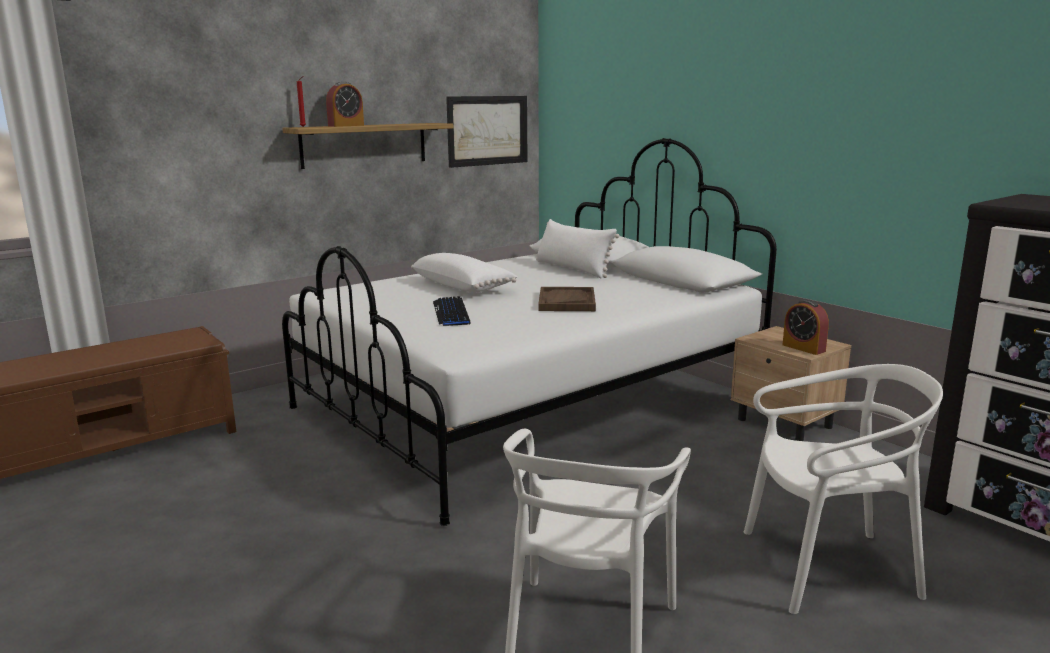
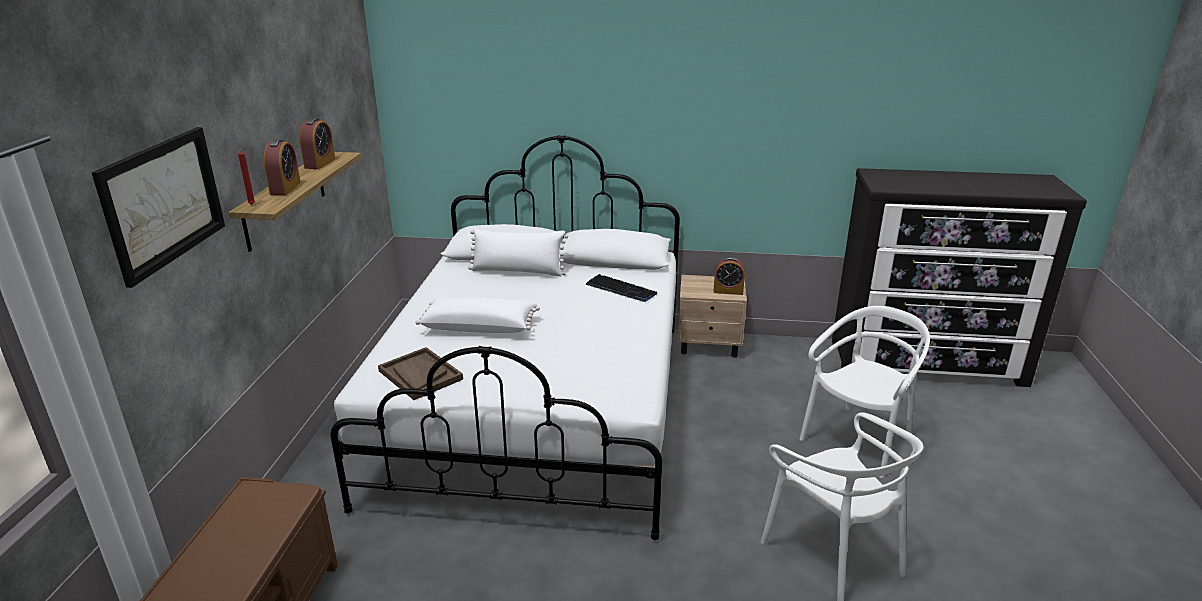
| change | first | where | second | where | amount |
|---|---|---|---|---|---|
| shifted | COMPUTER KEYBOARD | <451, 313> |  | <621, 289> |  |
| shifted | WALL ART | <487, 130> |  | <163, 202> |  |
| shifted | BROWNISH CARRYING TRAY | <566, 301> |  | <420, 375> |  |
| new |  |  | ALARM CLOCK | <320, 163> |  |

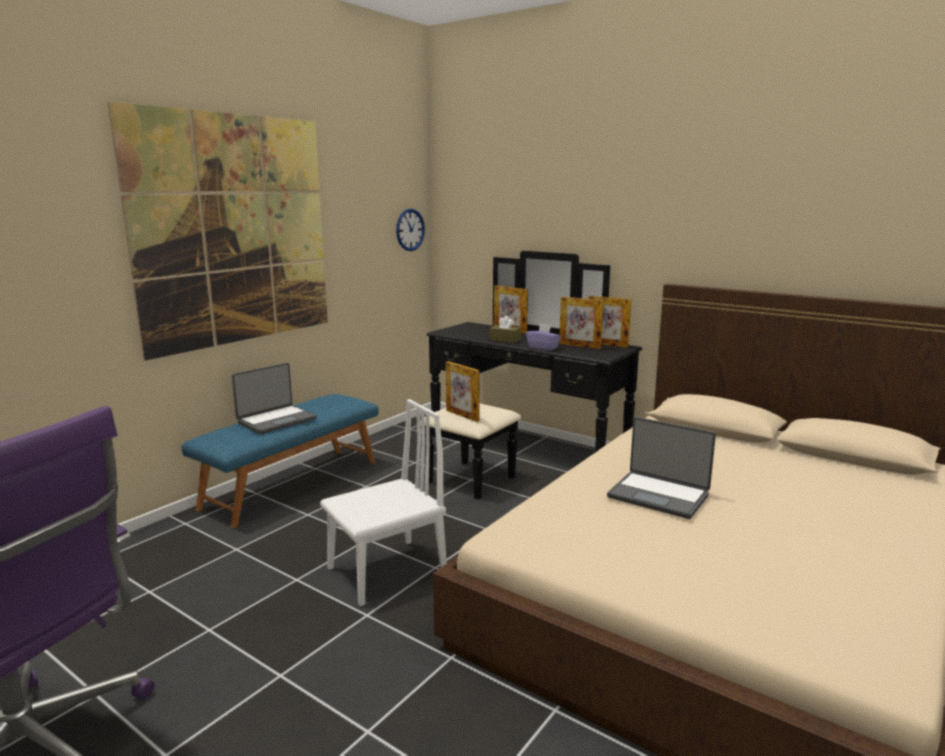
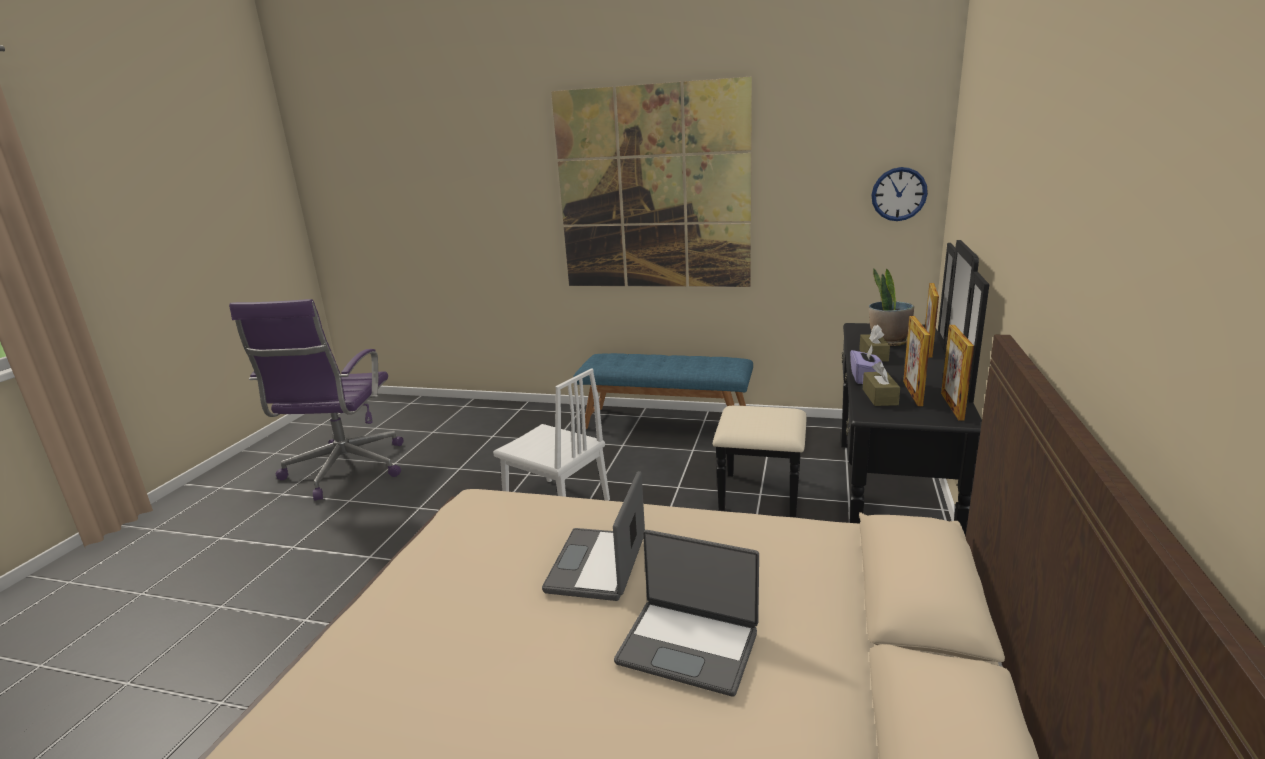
| change | first | where | second | where | amount |
|---|---|---|---|---|---|
| shifted | LAPTOP | <276, 420> |  | <689, 645> |  |
| gone | STANDING FRAME | <462, 415> |  |  |  |
| new |  |  | BROWNISH BOX OF TISSUES | <880, 397> |  |
| new |  |  | PLANT IN A POT | <888, 342> |  |

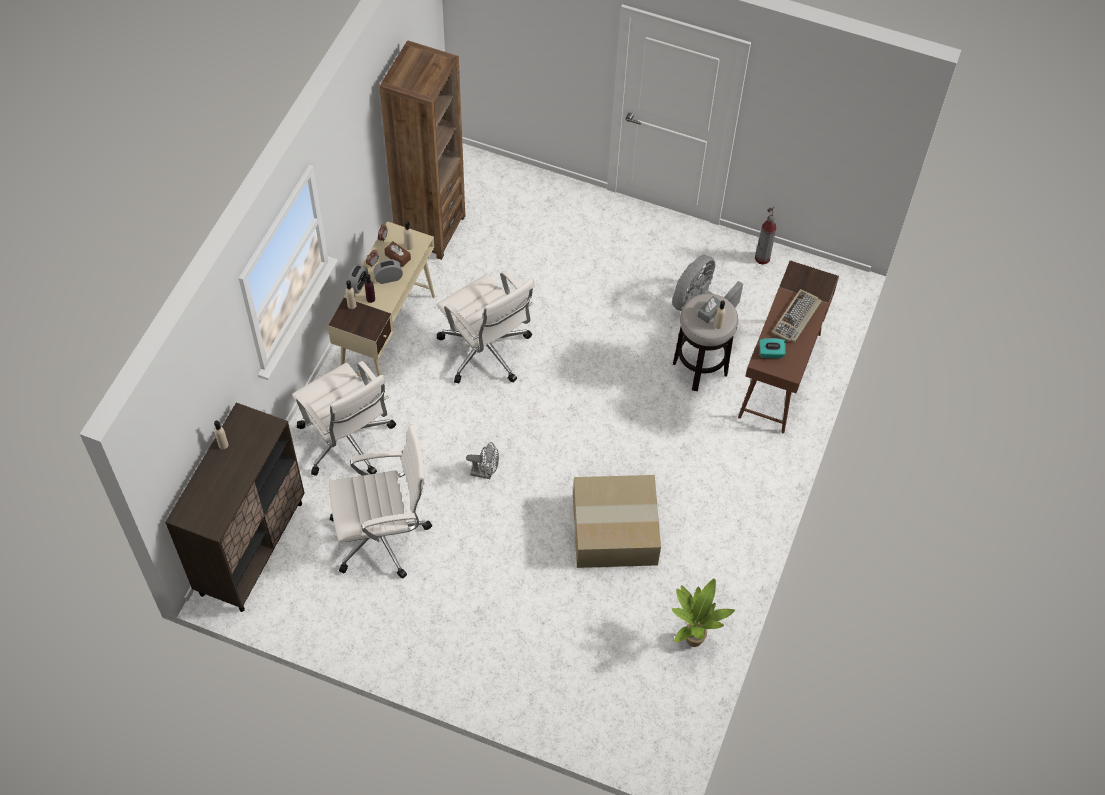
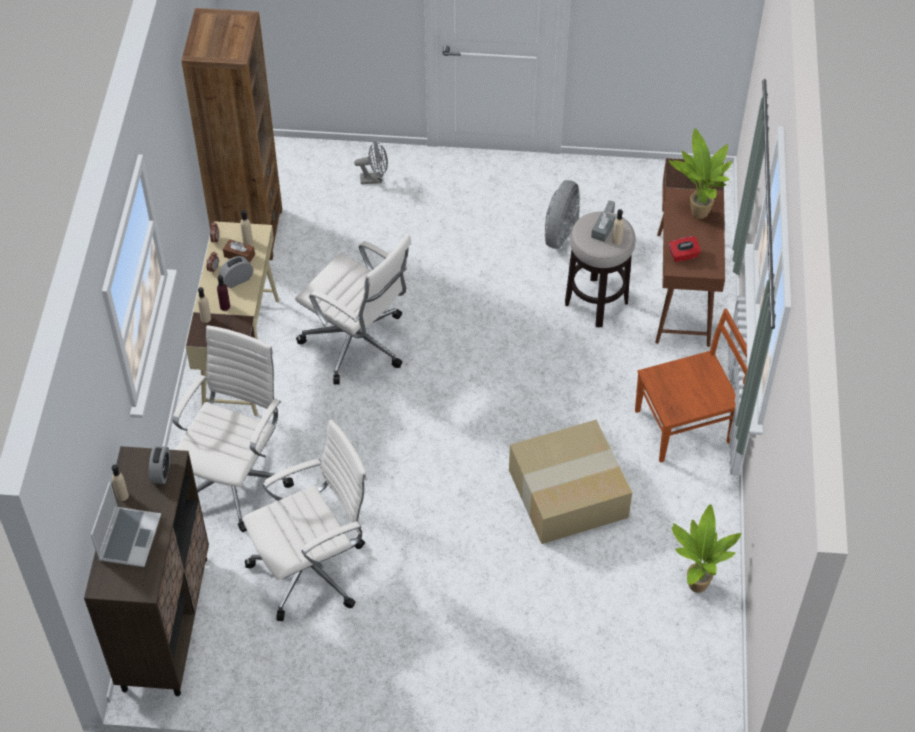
| change | first | where | second | where | amount |
|---|---|---|---|---|---|
| rotated | WHITE-COLOURED DESK CHAIR | <347, 442> |  | <235, 479> | 105 degrees counterclockwise |
| shifted | ALARM CLOCK | <358, 285> |  | <161, 473> |  |
| shifted | GREY ELECTRIC FAN | <485, 473> |  | <374, 179> |  |
| gone | EXTINGUISHER | <762, 258> |  |  |  |
| repainted | TURQUOISE-COLOURED BOX OF TISSUES | <771, 353> | RED-COLOURED BOX OF TISSUES | <683, 255> |  |
| swapped | COMPUTER KEYBOARD | <796, 318> | PLANT IN A POT | <696, 213> |  |
| new |  |  | LAPTOP | <129, 537> |  |
| new |  |  | BROWNISH CHAIR | <685, 425> |  |

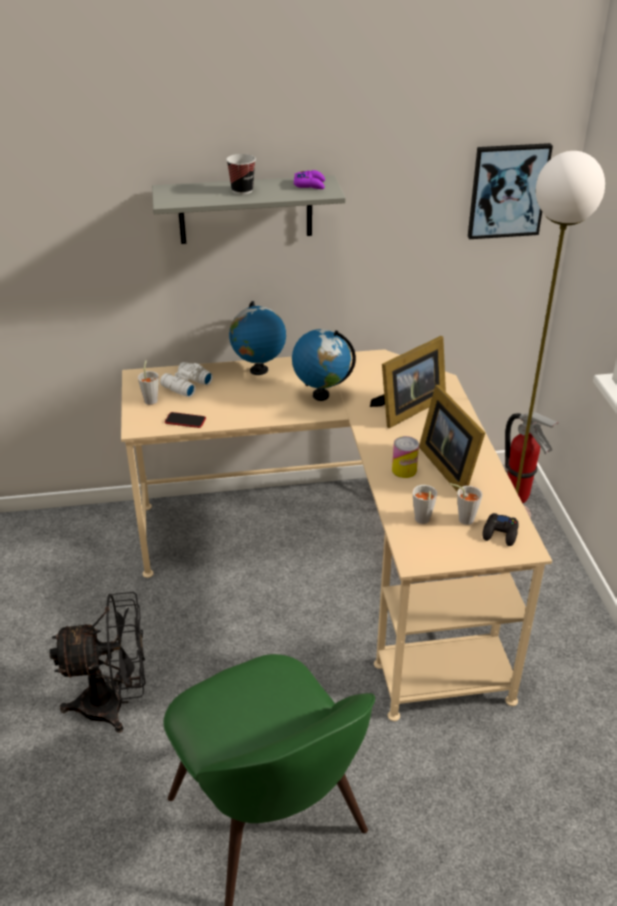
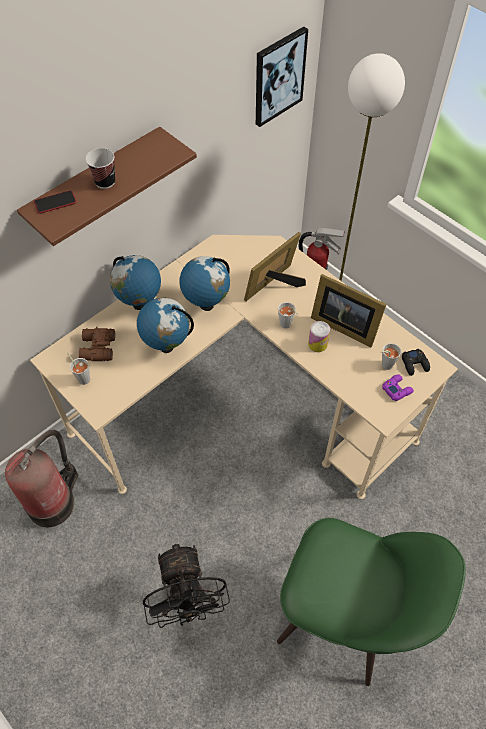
| change | first | where | second | where | amount |
|---|---|---|---|---|---|
| rotated | BLACKISH ELECTRIC FAN | <114, 704> |  | <188, 603> | 120 degrees clockwise |
| repainted | GREY BRACKET SHELF | <245, 210> | BROWNISH BRACKET SHELF | <96, 188> |  |
| repainted | WHITE-COLOURED BINOCULARS | <185, 385> | BROWNISH BINOCULARS | <97, 349> |  |
| shifted | TELEPHONE | <185, 421> |  | <55, 202> |  |
| shifted | PURPLE-COLOURED JOYPAD | <310, 185> |  | <397, 389> |  |
| rotated | STANDING FRAME | <407, 409> |  | <275, 286> | 150 degrees counterclockwise |
| shifted | GREY SMALL CUP | <422, 521> |  | <286, 325> |  |
| new |  |  | EXTINGUISHER | <54, 501> |  |
| new |  |  | WORLD GLOBE | <167, 345> |  |

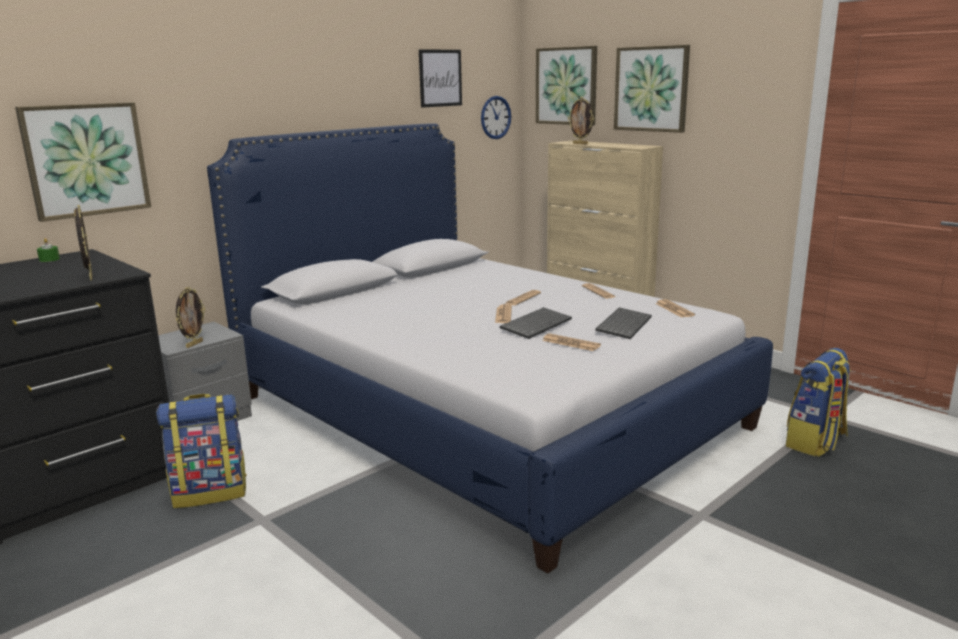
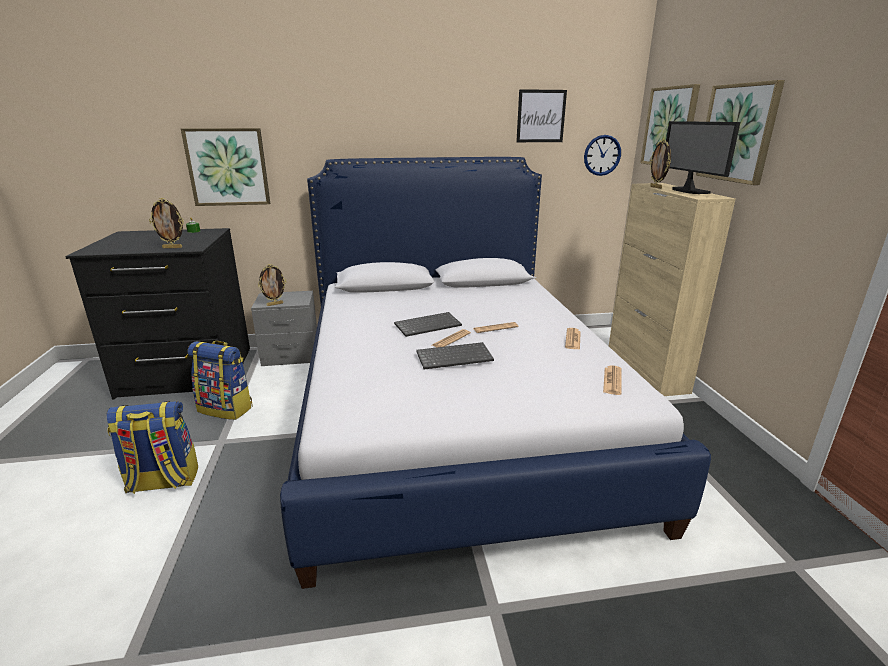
| change | first | where | second | where | amount |
|---|---|---|---|---|---|
| rotated | STANDING FRAME | <90, 277> |  | <172, 247> | 75 degrees clockwise |
| gone | DAILY PAPER | <571, 343> |  |  |  |
| shifted | COMPUTER KEYBOARD | <623, 324> |  | <428, 325> |  |
| shifted | RUCKSACK | <815, 442> |  | <162, 482> |  |
| new |  |  | COMPUTER SCREEN | <688, 191> |  |

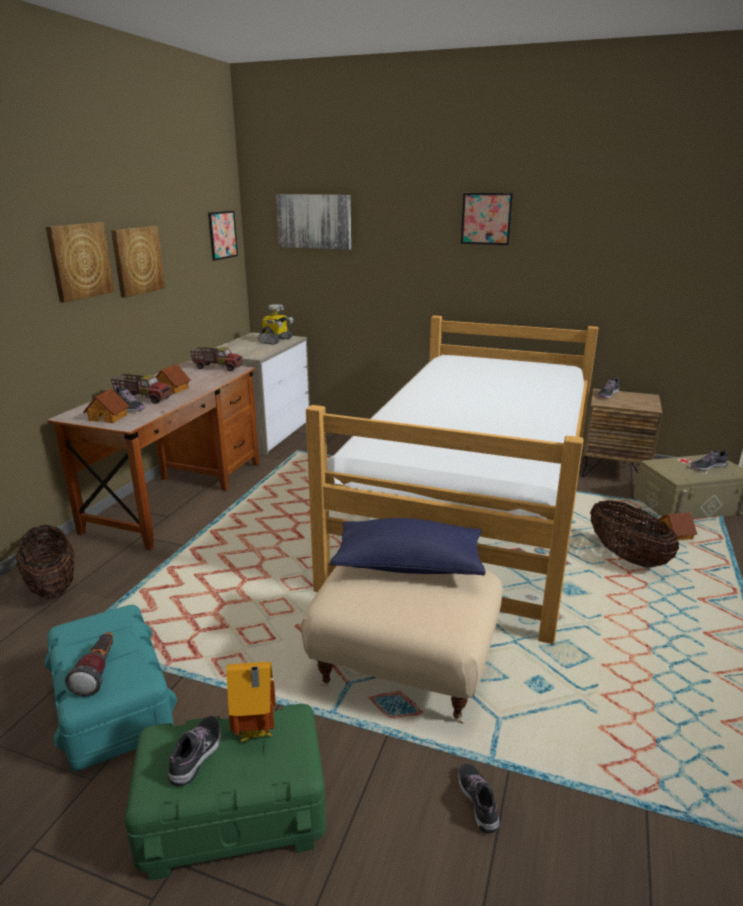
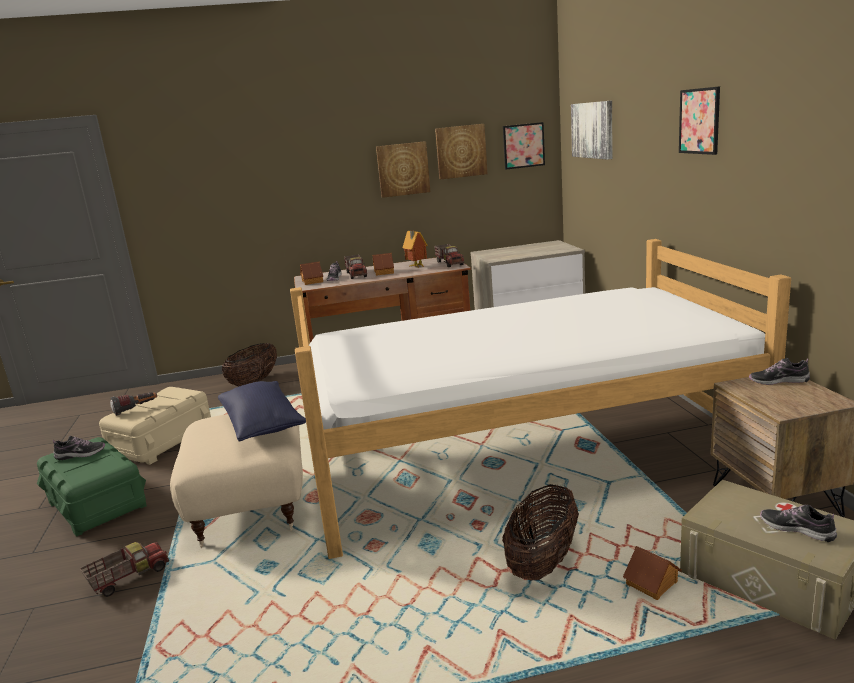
| change | first | where | second | where | amount |
|---|---|---|---|---|---|
| repainted | TURQUOISE-COLOURED STORAGE BOX | <112, 707> | SAND-COLOURED STORAGE BOX | <162, 442> |  |
| shifted | WALL ART | <79, 261> |  | <461, 151> |  |
| shifted | TOY HOUSE | <255, 734> |  | <416, 267> |  |
| gone | MODEL ROBOT | <276, 340> |  |  |  |
| swapped | LOW SHOE | <478, 801> | TOY TRUCK | <128, 578> |  |

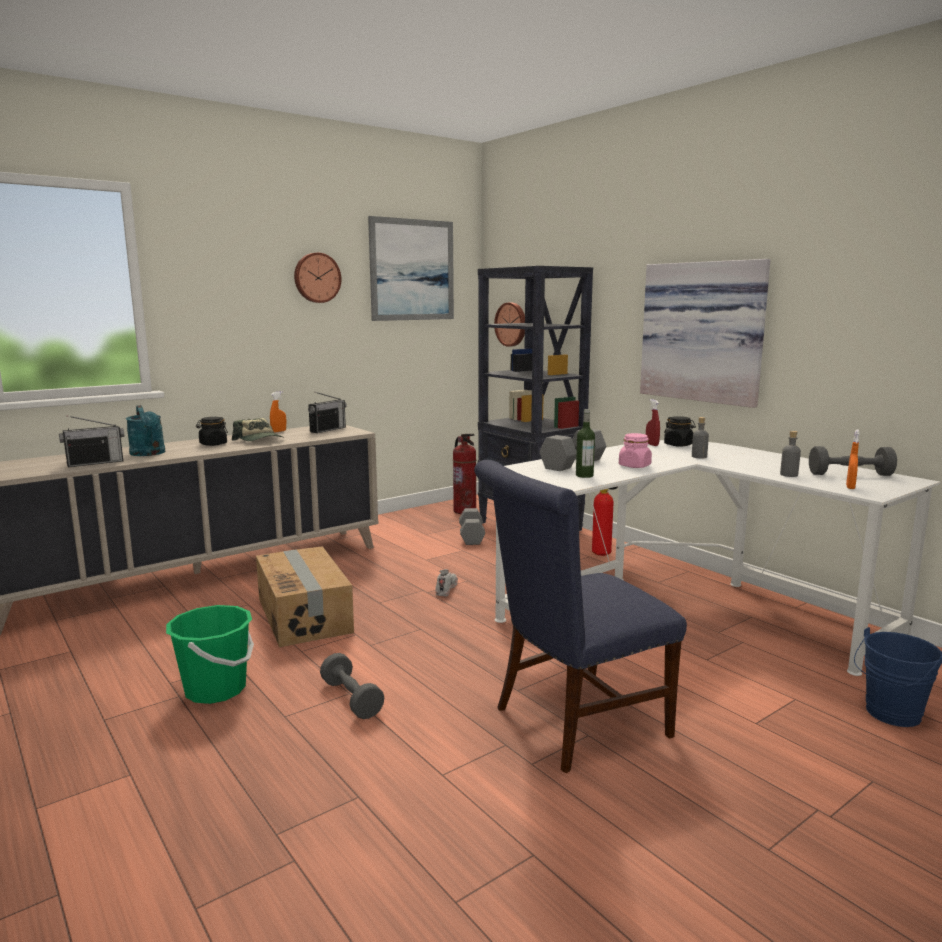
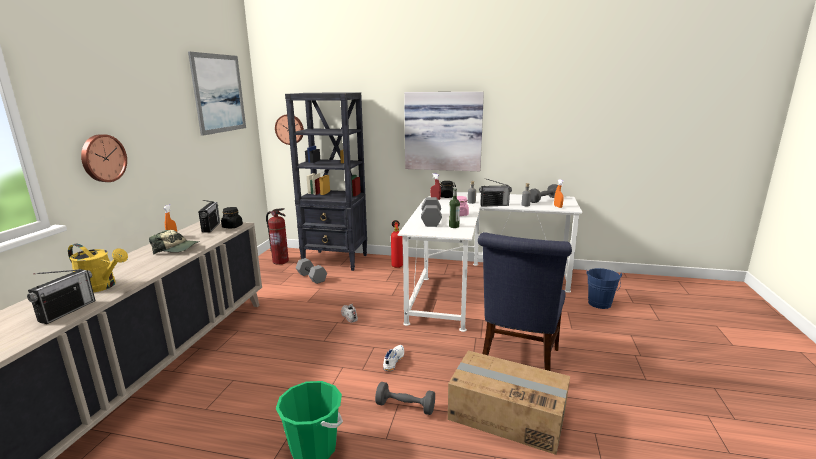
| change | first | where | second | where | amount |
|---|---|---|---|---|---|
| repainted | TURQUOISE-COLOURED WATERING POT | <149, 454> | YELLOWISH WATERING POT | <102, 286> |  |
| shifted | BLACKISH JAR | <213, 444> |  | <232, 226> |  |
| shifted | CARTON | <305, 615> |  | <507, 414> |  |
| shifted | CLOCK ON THE WALL | <316, 278> |  | <102, 158> |  |
| new |  |  | WHITE-COLOURED LOW SHOE | <393, 361> |  |
| new |  |  | RADIO RECEIVER | <494, 205> |  |

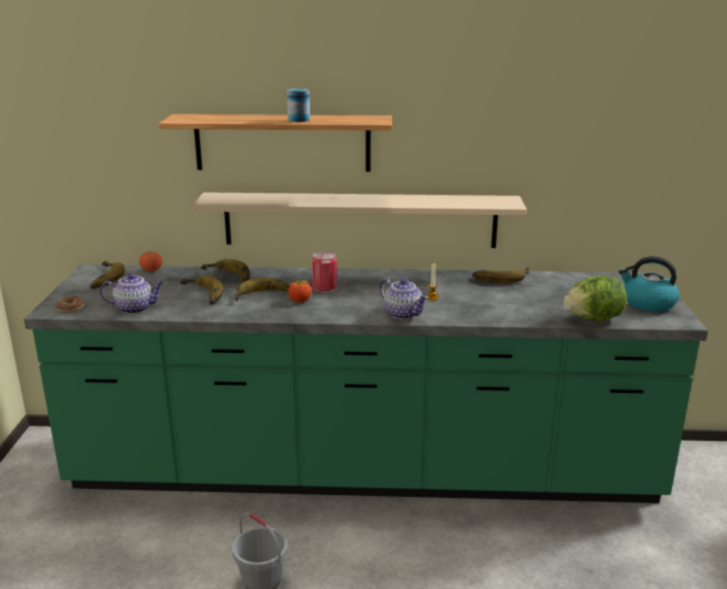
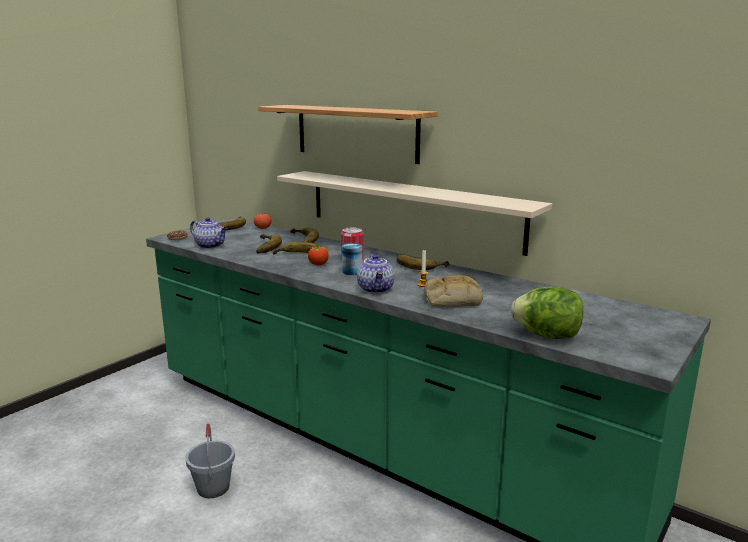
| change | first | where | second | where | amount |
|---|---|---|---|---|---|
| shifted | SEALED CAN | <298, 120> |  | <352, 272> |  |
| shifted | BANANA | <500, 277> |  | <420, 265> |  |
| gone | WATER KETTLE | <648, 303> |  |  |  |
| new |  |  | BREAD | <451, 299> |  |

